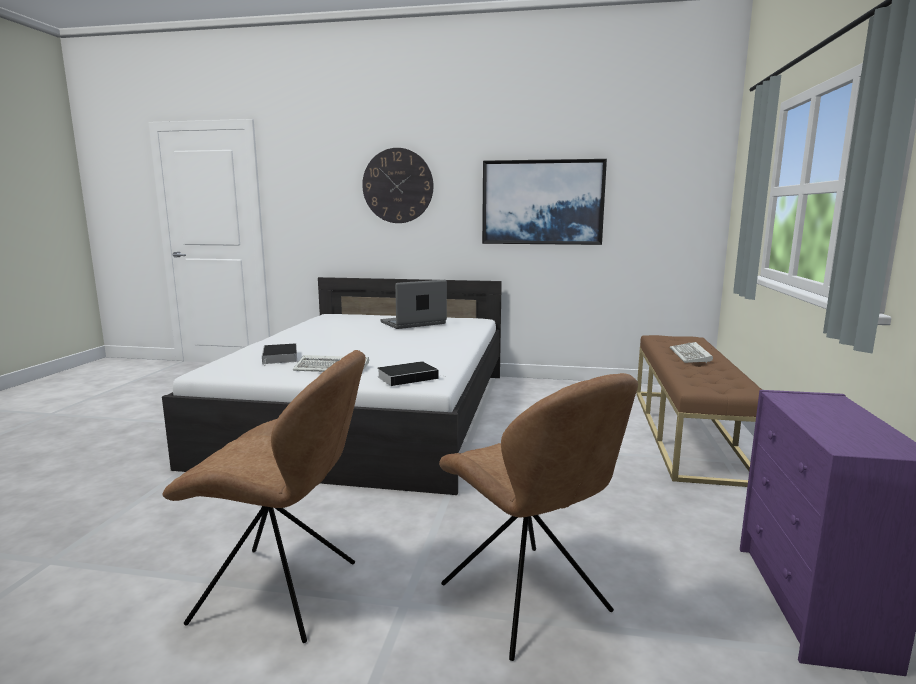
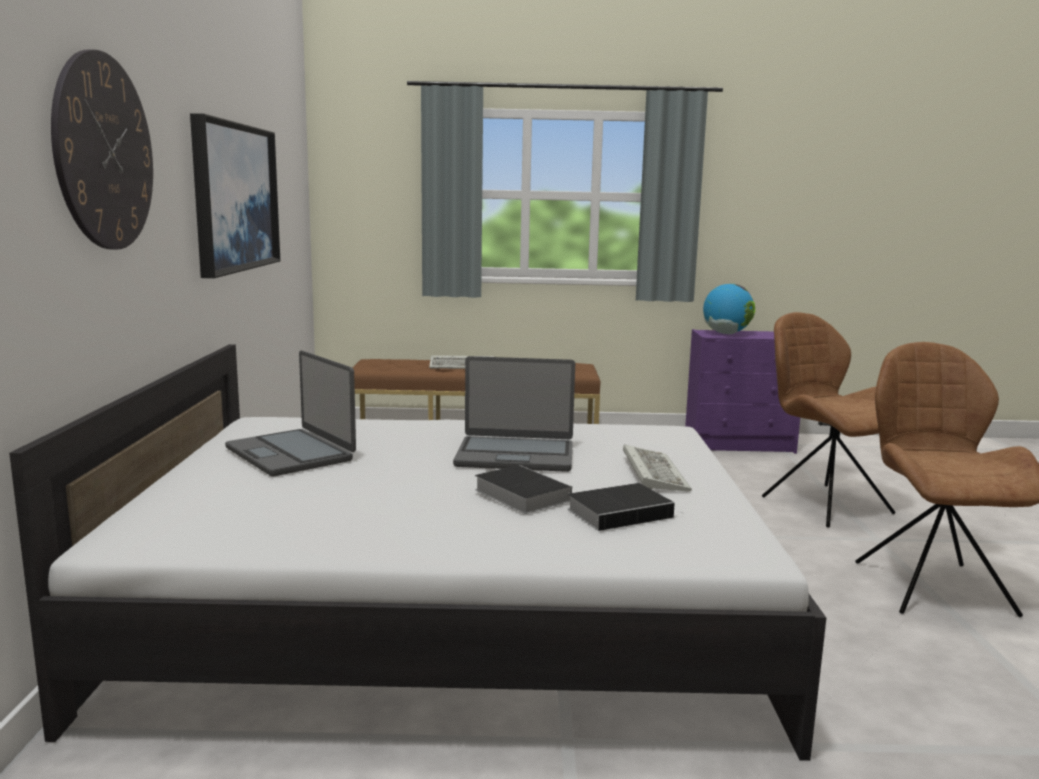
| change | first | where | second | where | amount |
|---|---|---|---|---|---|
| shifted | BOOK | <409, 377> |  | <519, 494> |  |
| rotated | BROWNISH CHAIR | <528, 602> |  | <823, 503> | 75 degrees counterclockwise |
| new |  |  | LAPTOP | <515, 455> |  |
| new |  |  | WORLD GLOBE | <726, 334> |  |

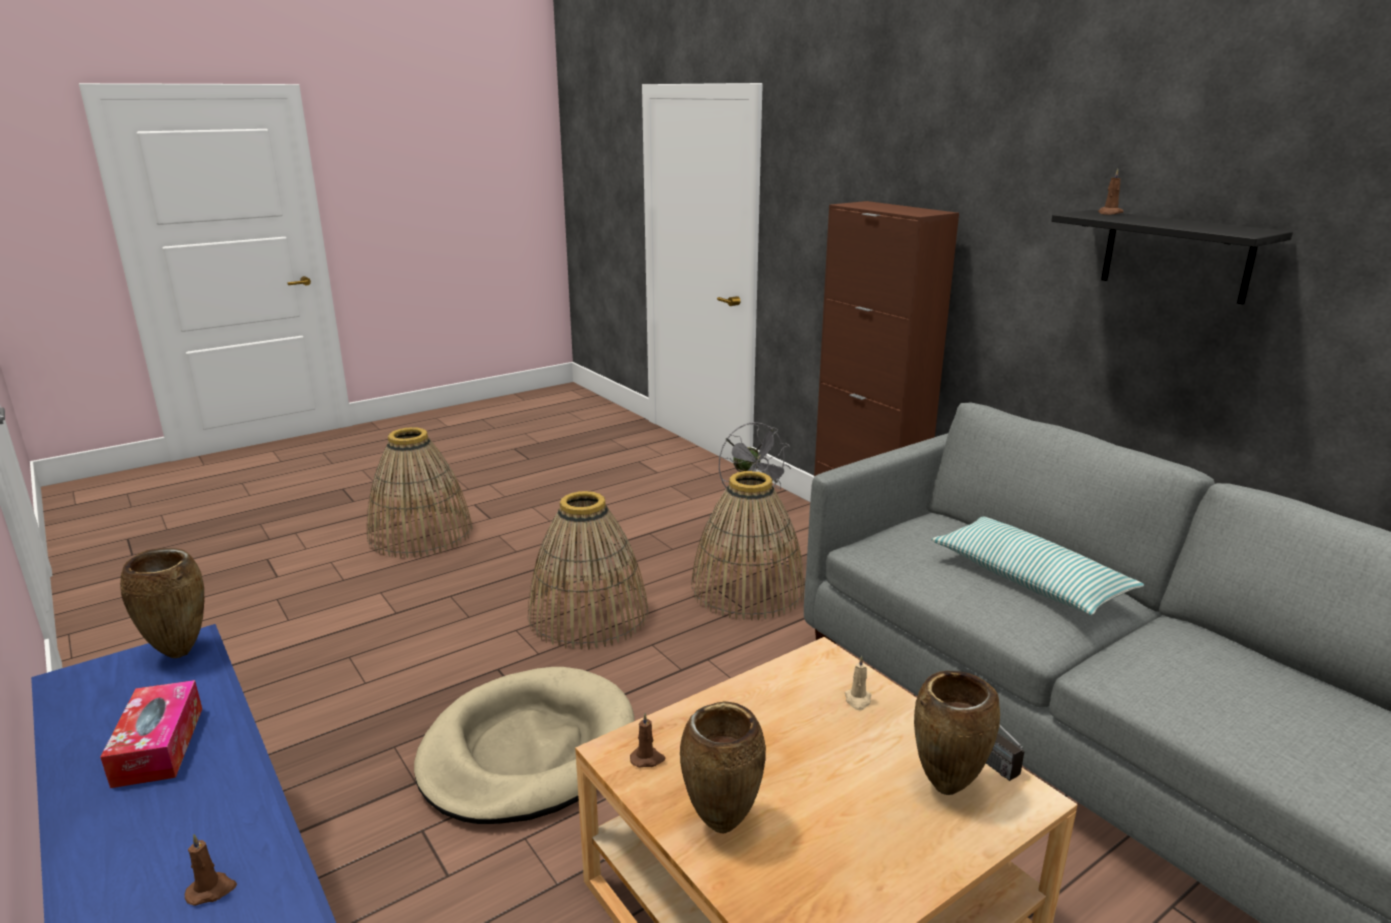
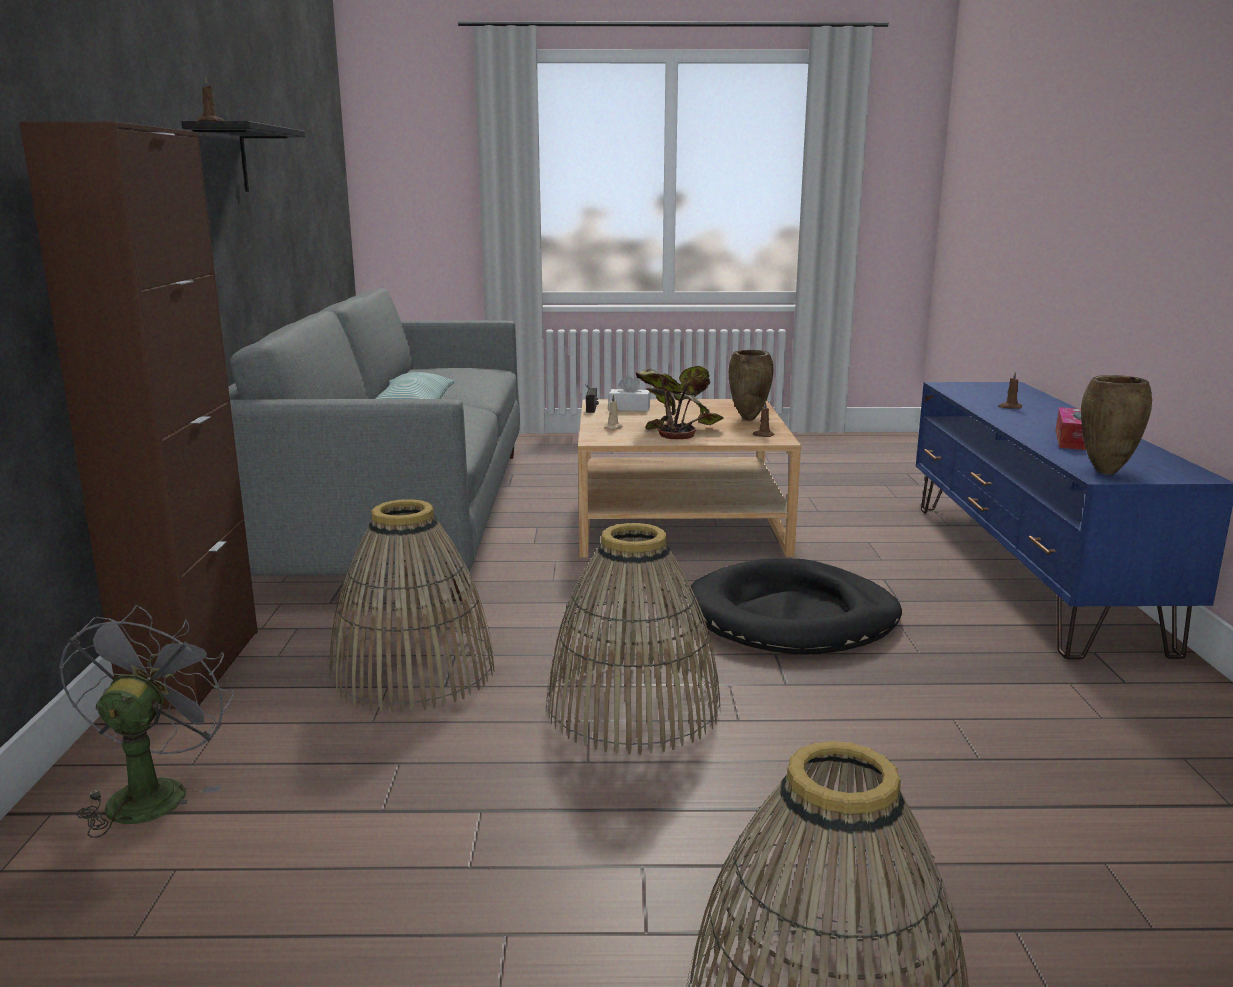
| change | first | where | second | where | amount |
|---|---|---|---|---|---|
| repainted | SAND-COLOURED DOG CUSHION | <528, 751> | BLACKISH DOG CUSHION | <793, 616> |  |
| swapped | BROWNISH DECORATIVE VASE | <946, 789> | WHITE-COLOURED BOX OF TISSUES | <629, 408> |  |
| new |  |  | PLANT IN A POT | <675, 429> |  |

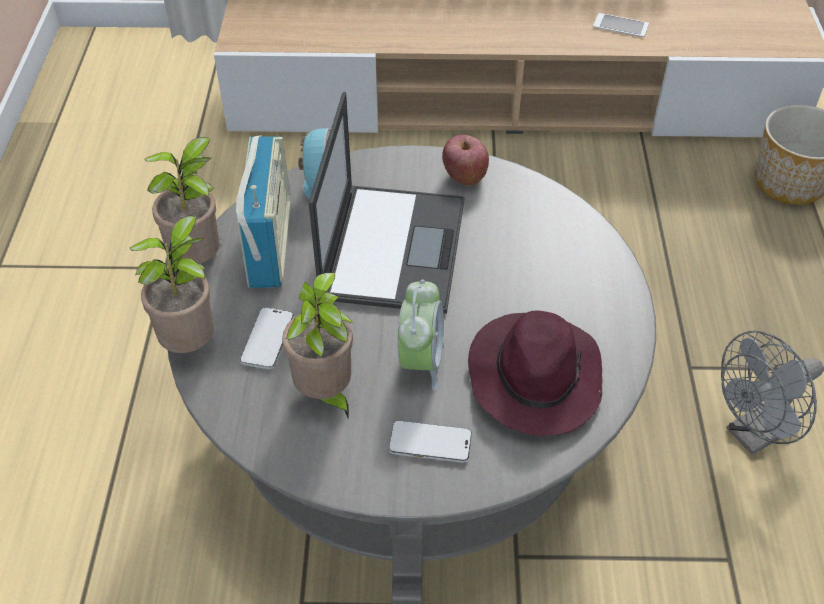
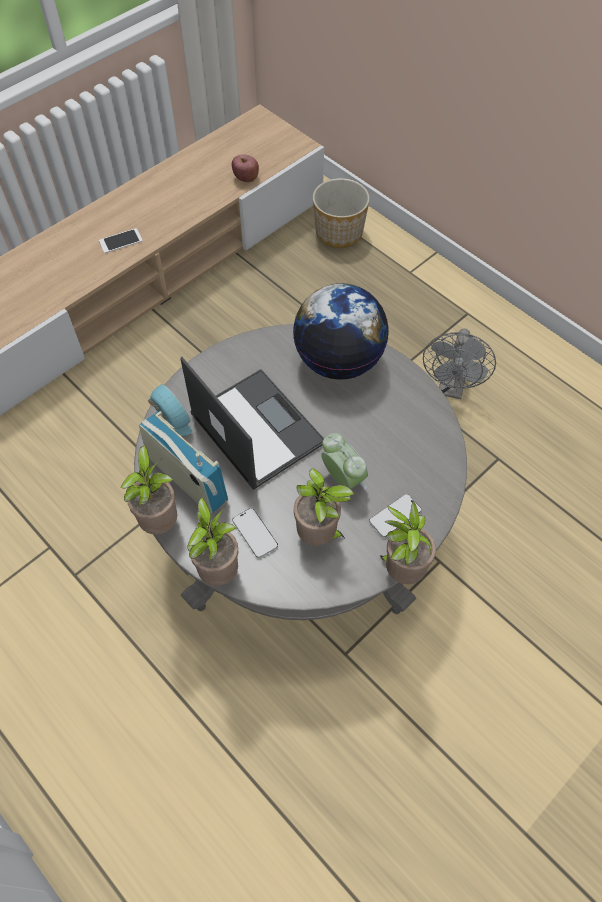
| change | first | where | second | where | amount |
|---|---|---|---|---|---|
| shifted | APPLE FRUIT | <464, 176> |  | <246, 178> |  |
| gone | PURPLE-COLOURED CLOTHING HAT | <534, 376> |  |  |  |
| shifted | TELEPHONE | <620, 25> |  | <120, 241> |  |
| new |  |  | WORLD GLOBE | <339, 360> |  |
| new |  |  | PLANT IN A POT | <401, 570> |  |

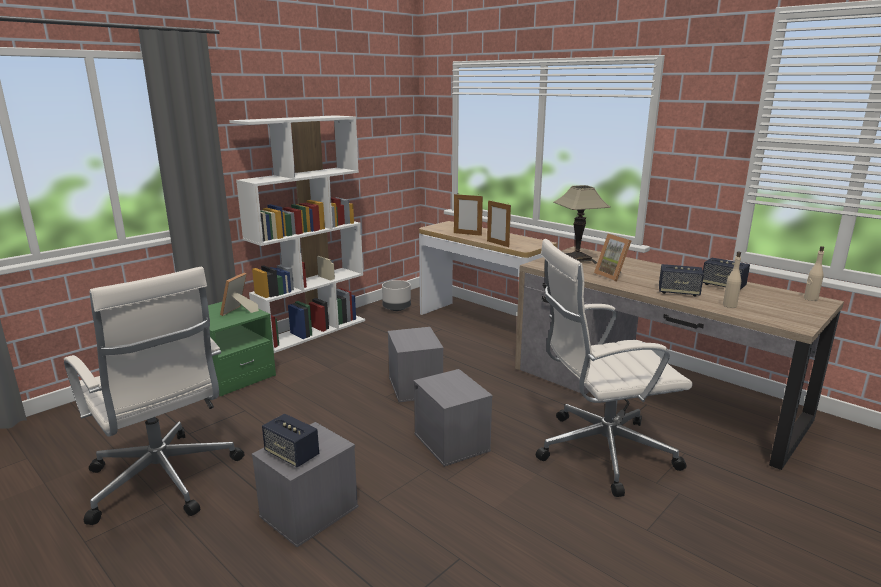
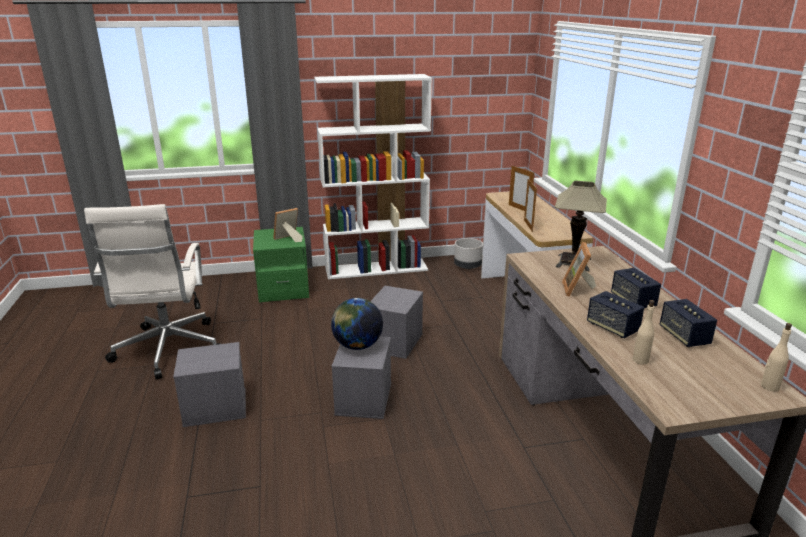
| change | first | where | second | where | amount |
|---|---|---|---|---|---|
| shifted | SPEAKER | <292, 455> |  | <633, 301> |  |
| gone | WHITE-COLOURED DESK CHAIR | <600, 451> |  |  |  |
| new |  |  | WORLD GLOBE | <357, 345> |  |

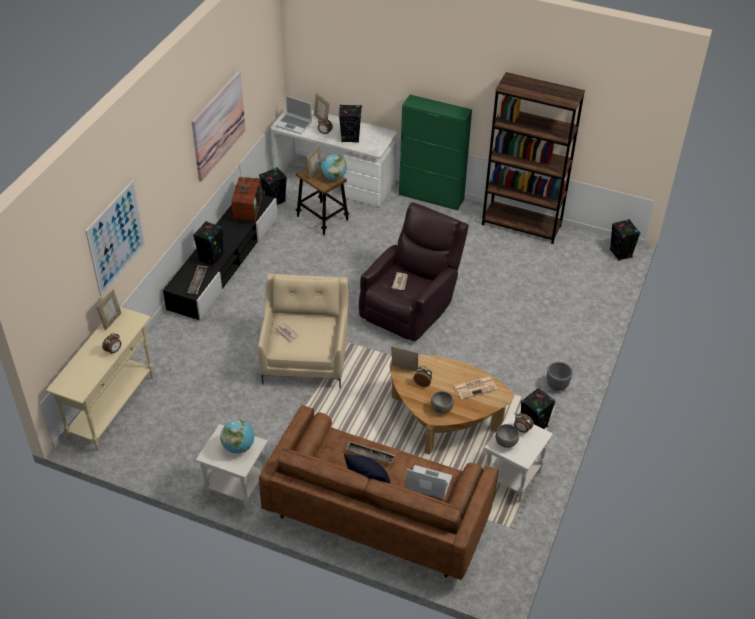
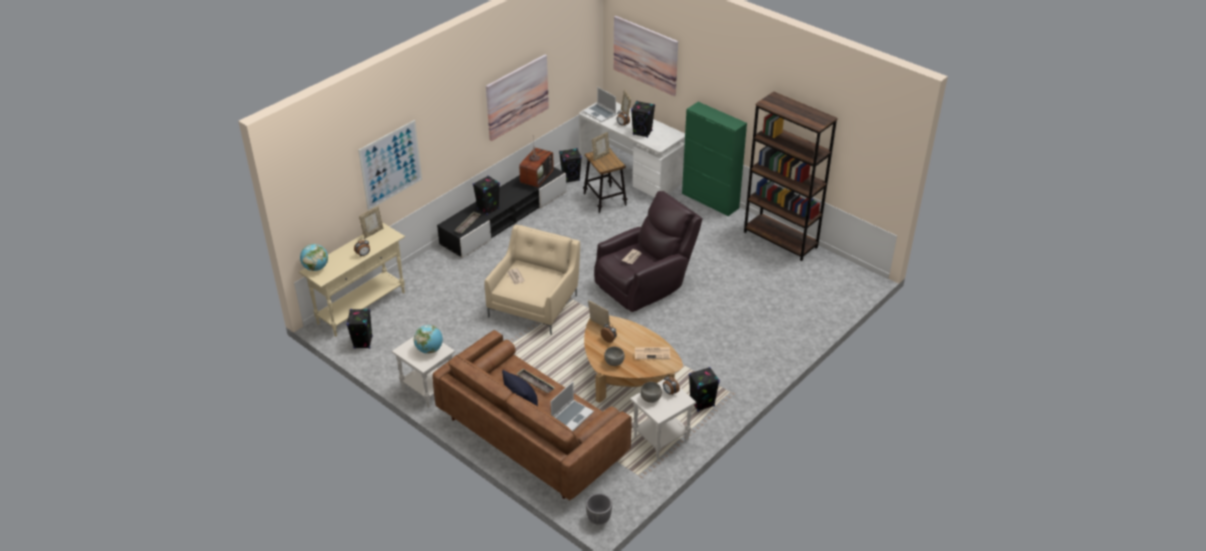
| change | first | where | second | where | amount |
|---|---|---|---|---|---|
| shifted | WORLD GLOBE | <333, 177> |  | <316, 268> |  |
| rotated | LAPTOP | <428, 483> |  | <572, 416> | 90 degrees clockwise |
| shifted | GREY FLOWER POT | <556, 386> |  | <598, 519> |  |
| shifted | BLACKISH SPEAKER | <620, 254> |  | <363, 342> |  |
| new |  |  | WALL ART | <645, 55> |  |

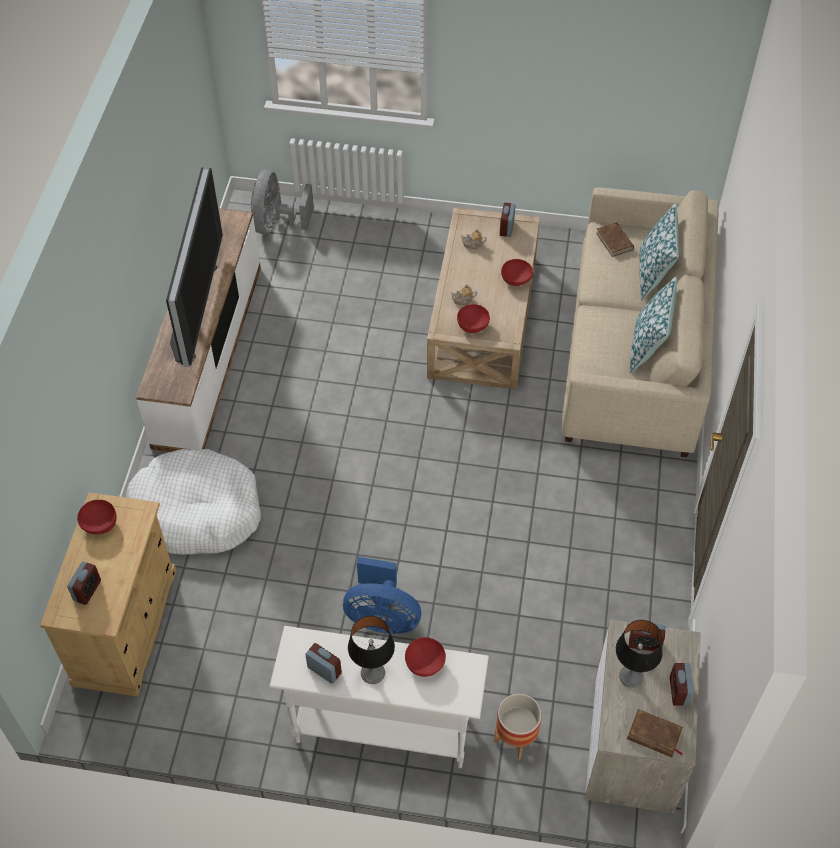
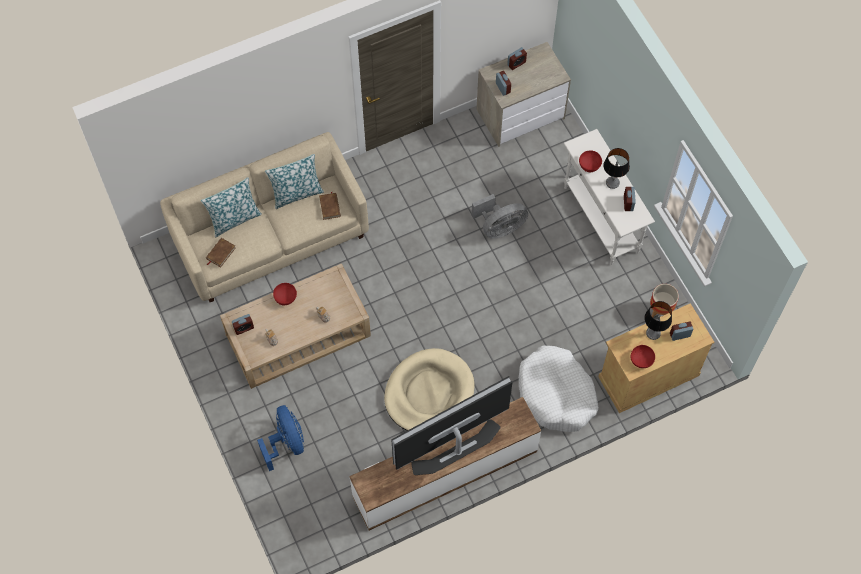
| change | first | where | second | where | amount |
|---|---|---|---|---|---|
| shifted | GREY ELECTRIC FAN | <277, 224> |  | <499, 228> |  |
| shifted | BLUISH ELECTRIC FAN | <382, 617> |  | <286, 443> |  |
| gone | RED-COLOURED BOWL | <473, 325> |  |  |  |
| shifted | FLOWER POT | <516, 738> |  | <660, 310> |  |
| shifted | LAMP FOR A TABLE | <631, 676> |  | <653, 333> |  |
| shifted | BROWNISH BOOK | <654, 735> |  | <330, 207> |  |
| new |  |  | SAND-COLOURED DOG CUSHION | <429, 393> |  |

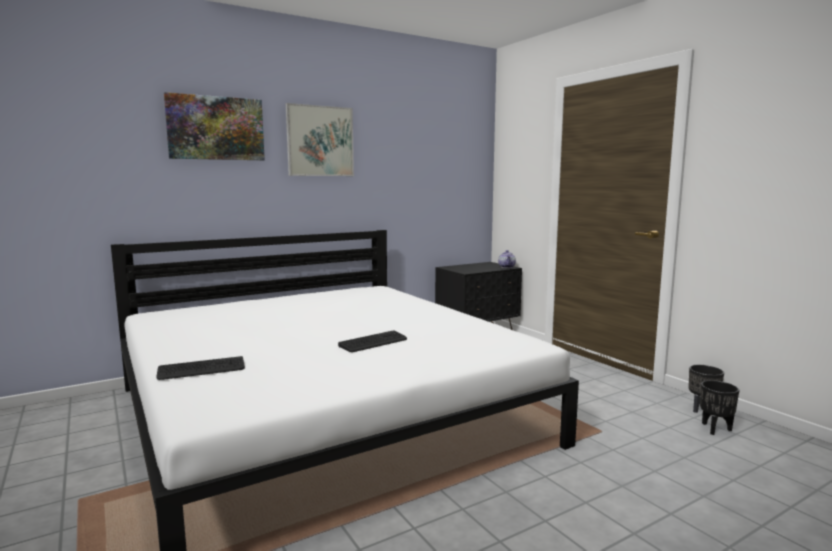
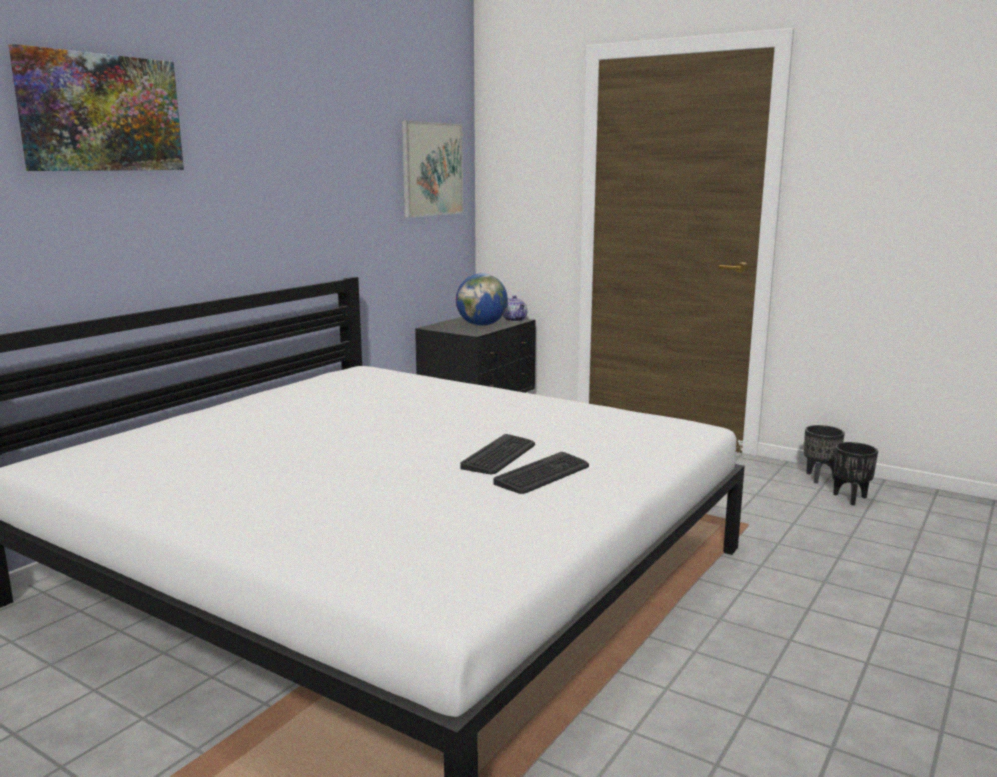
| change | first | where | second | where | amount |
|---|---|---|---|---|---|
| shifted | COMPUTER KEYBOARD | <201, 369> |  | <543, 474> |  |
| shifted | WALL ART | <320, 141> |  | <432, 169> |  |
| new |  |  | WORLD GLOBE | <482, 325> |  |

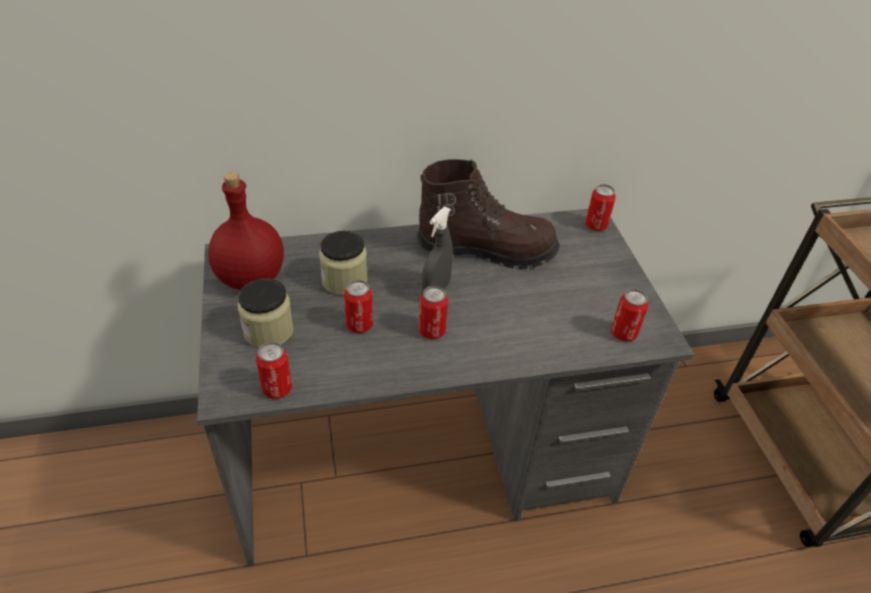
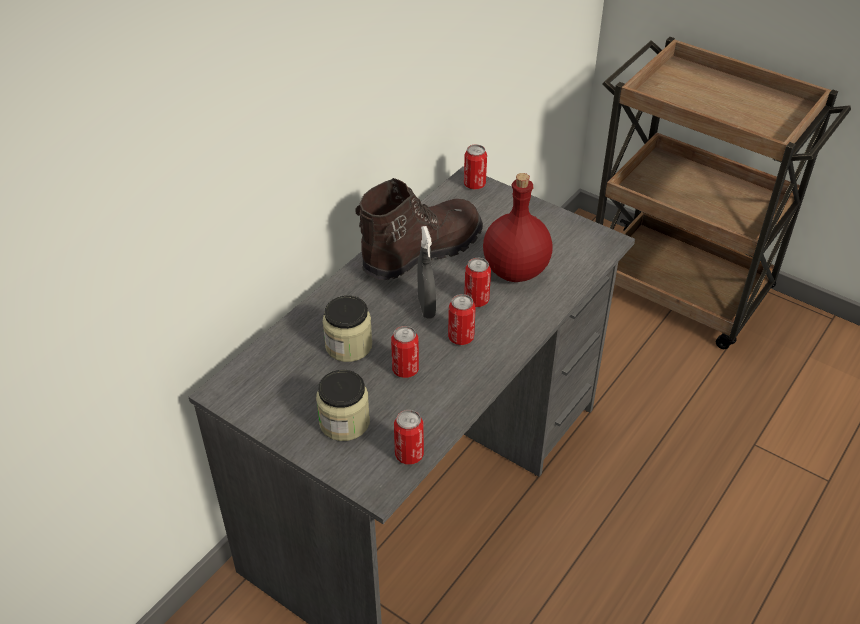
| change | first | where | second | where | amount |
|---|---|---|---|---|---|
| shifted | RED-COLOURED BOTTLE | <250, 278> |  | <514, 271> |  |
| shifted | SEALED CAN | <623, 333> |  | <476, 300> |  |

